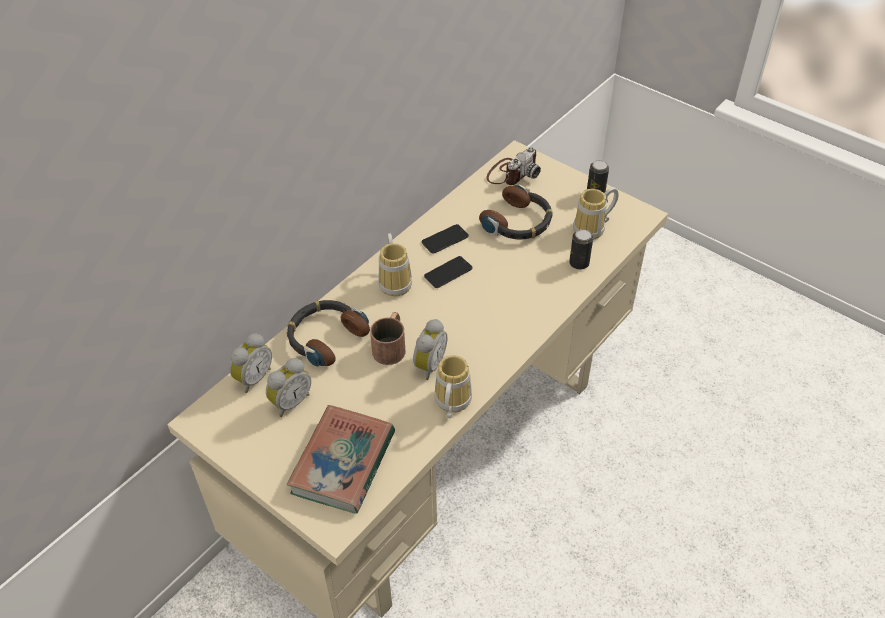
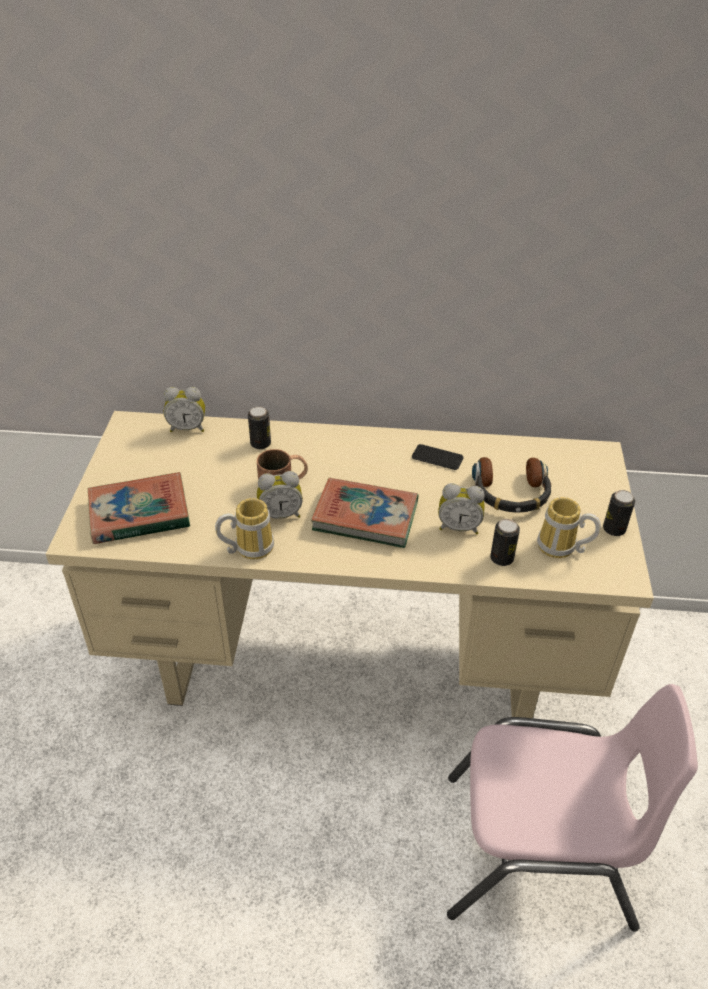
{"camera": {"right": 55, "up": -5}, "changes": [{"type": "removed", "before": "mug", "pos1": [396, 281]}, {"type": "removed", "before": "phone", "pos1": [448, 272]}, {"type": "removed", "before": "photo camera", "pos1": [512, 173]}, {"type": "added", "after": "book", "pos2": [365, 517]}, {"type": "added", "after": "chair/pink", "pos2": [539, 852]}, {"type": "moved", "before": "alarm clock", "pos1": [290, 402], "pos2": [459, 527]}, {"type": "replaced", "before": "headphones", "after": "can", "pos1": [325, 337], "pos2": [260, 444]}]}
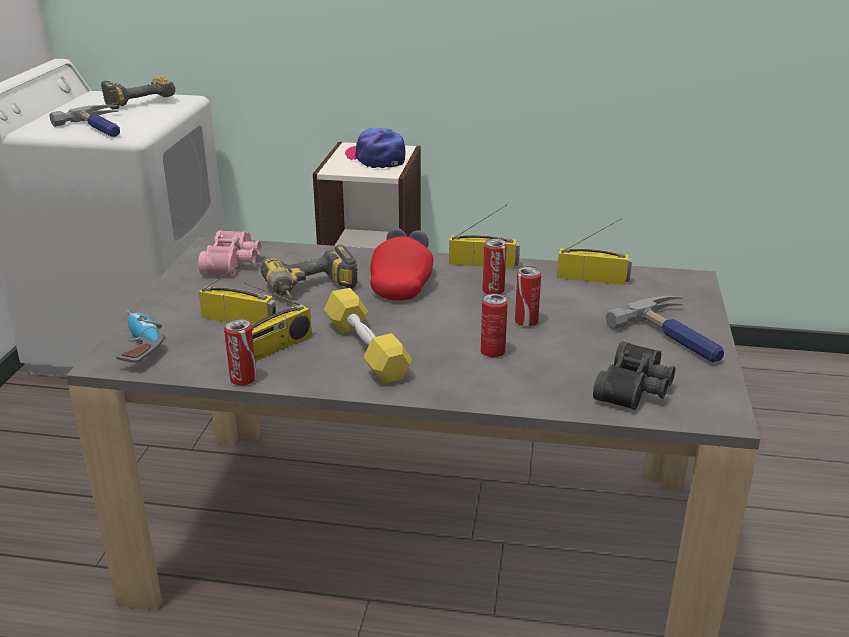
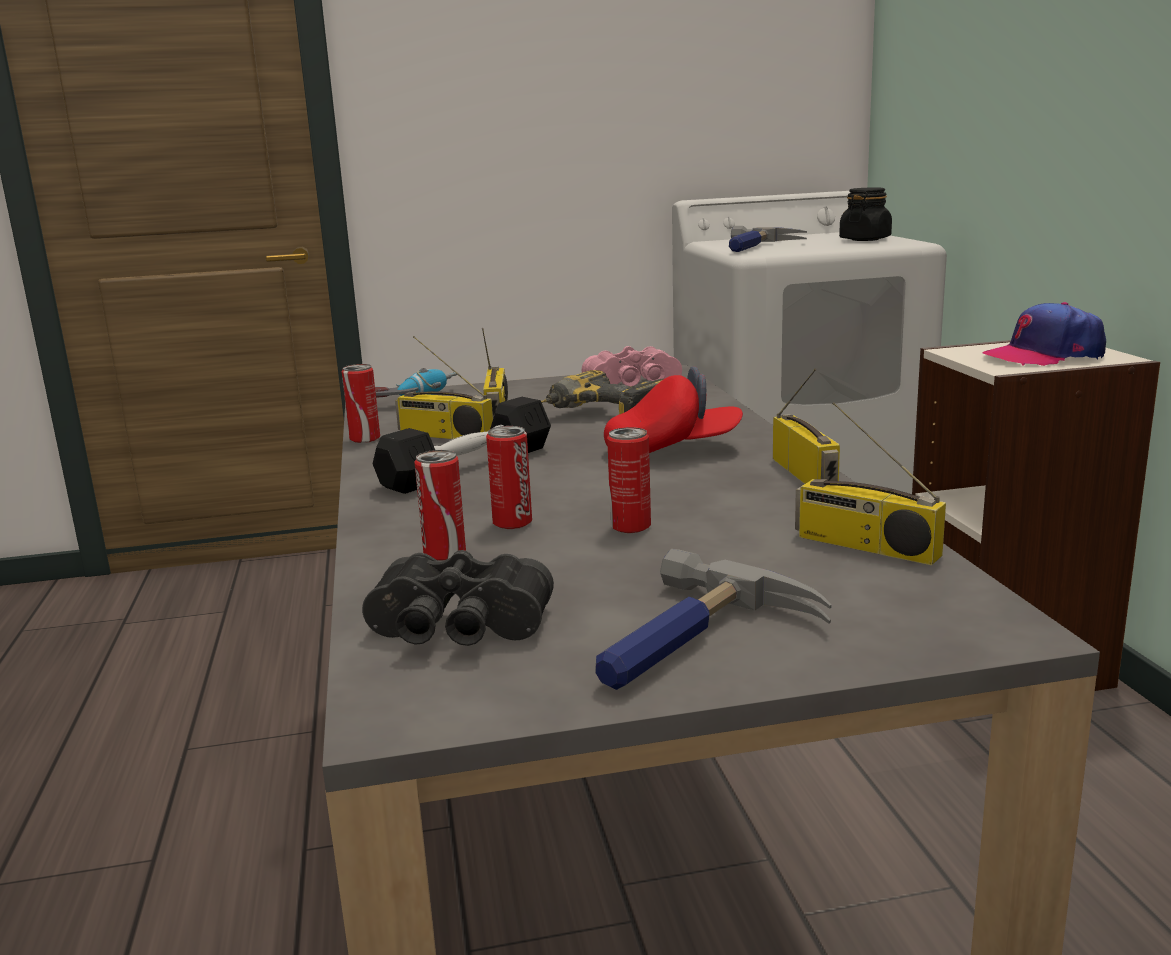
{"camera": {"right": 70, "up": -10}, "changes": [{"type": "moved", "before": "can", "pos1": [493, 291], "pos2": [445, 554]}, {"type": "replaced", "before": "power drill", "after": "jar/black", "pos1": [139, 101], "pos2": [865, 239]}, {"type": "recoloured", "before": "dumbbell/yellow", "after": "dumbbell/black", "pos1": [366, 350], "pos2": [468, 467]}, {"type": "turned", "before": "cap", "pos1": [376, 158], "pos2": [1044, 355], "turn": -135}, {"type": "turned", "before": "radio", "pos1": [593, 278], "pos2": [864, 546], "turn": 135}]}
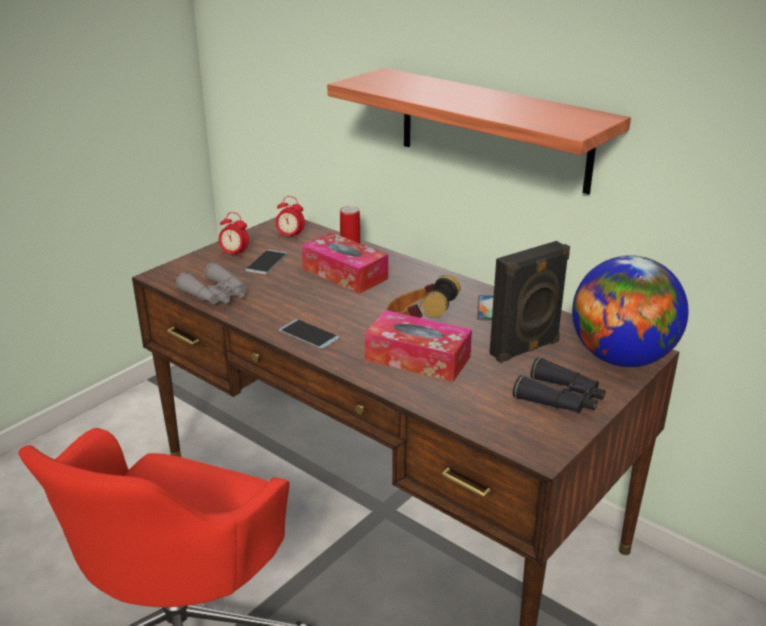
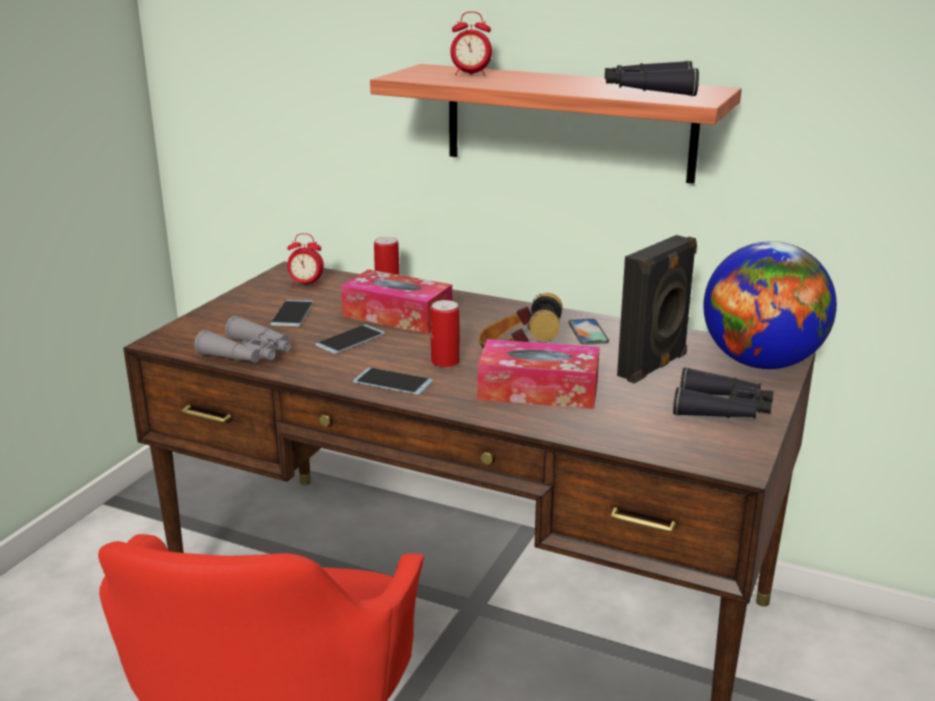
{"camera": {"right": -15, "up": -5}, "changes": [{"type": "added", "after": "phone", "pos2": [350, 340]}, {"type": "added", "after": "can", "pos2": [445, 362]}, {"type": "added", "after": "binoculars/black", "pos2": [648, 91]}, {"type": "moved", "before": "alarm clock", "pos1": [234, 254], "pos2": [470, 75]}]}
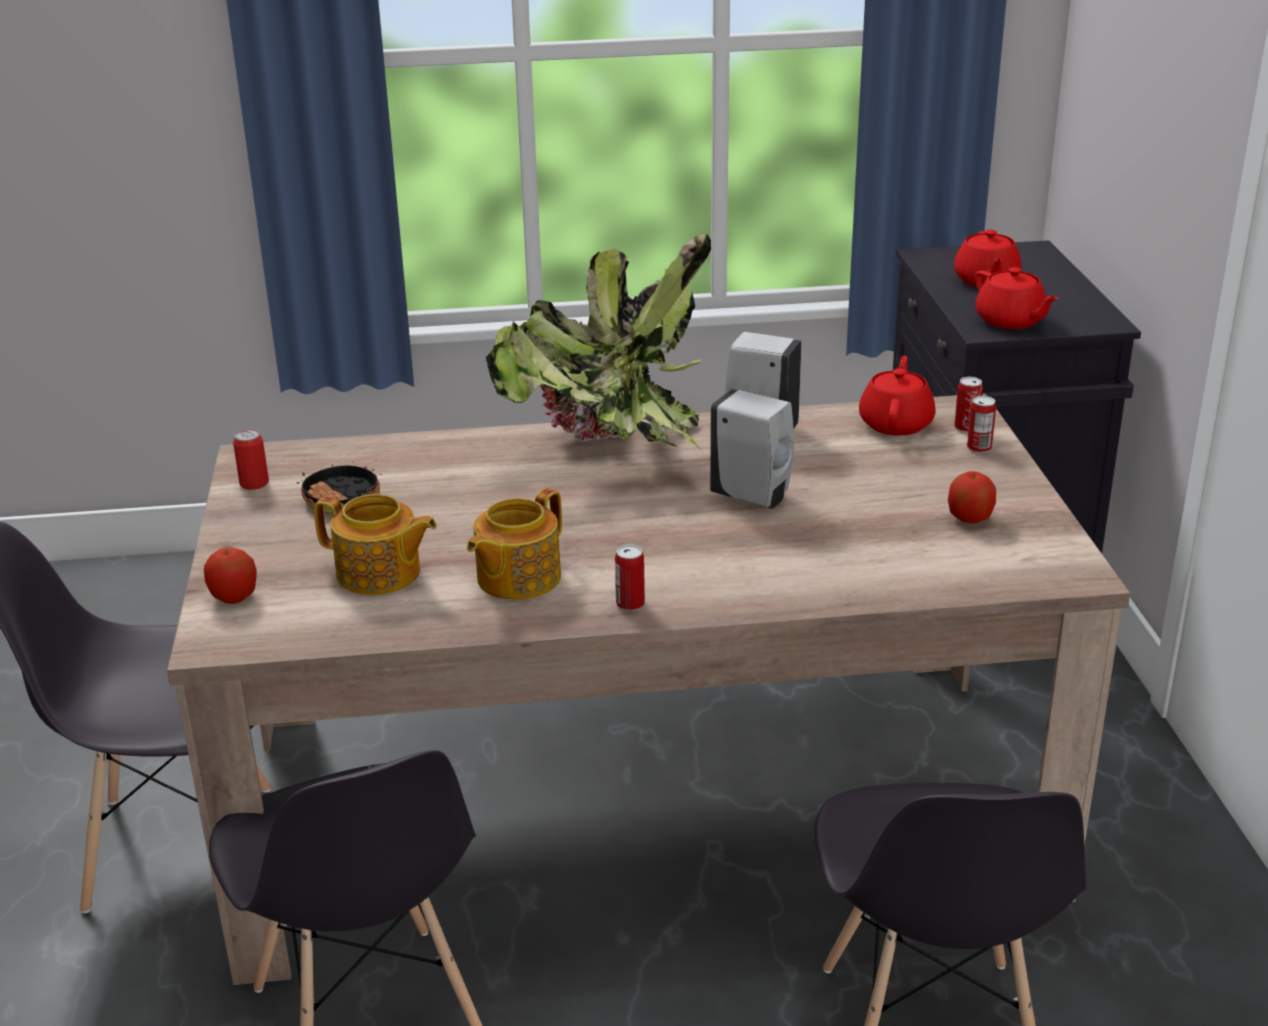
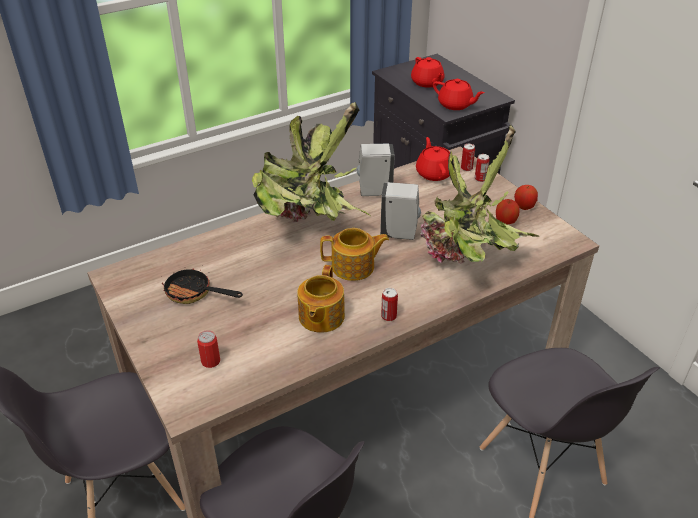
{"camera": {"right": -25, "up": 10}, "changes": [{"type": "added", "after": "potted plant", "pos2": [468, 259]}, {"type": "moved", "before": "apple", "pos1": [234, 597], "pos2": [524, 206]}, {"type": "moved", "before": "can", "pos1": [254, 483], "pos2": [211, 361]}, {"type": "moved", "before": "teapot", "pos1": [380, 574], "pos2": [354, 267]}]}
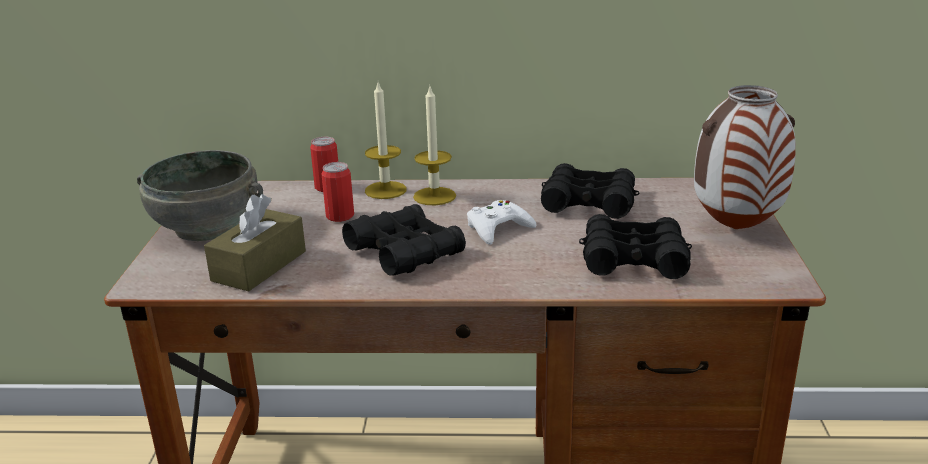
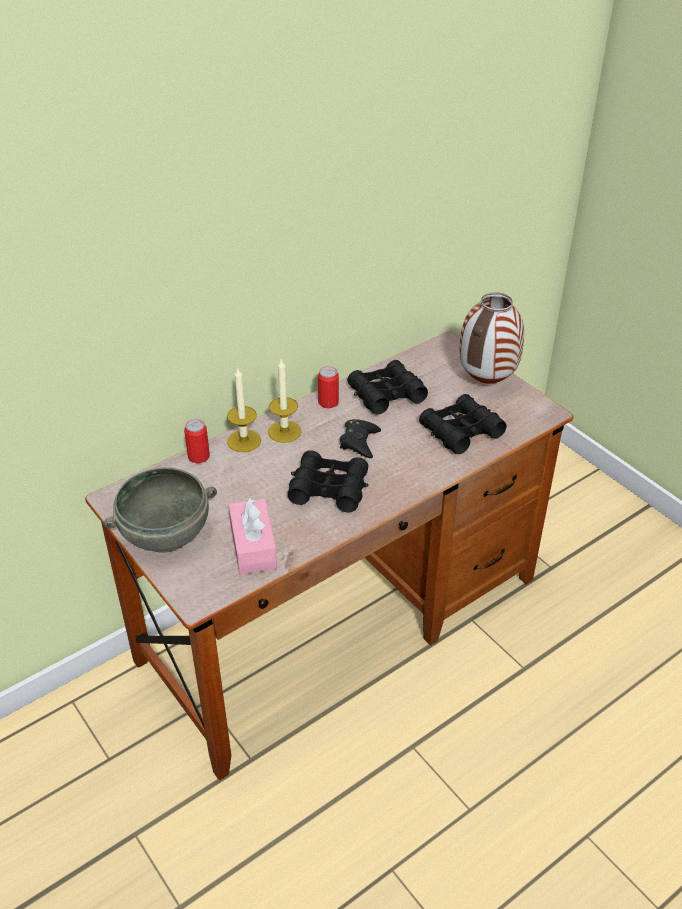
{"camera": {"right": -40, "up": 15}, "changes": [{"type": "moved", "before": "can", "pos1": [340, 216], "pos2": [328, 402]}, {"type": "recoloured", "before": "tissue box/brown", "after": "tissue box/pink", "pos1": [259, 266], "pos2": [253, 546]}, {"type": "recoloured", "before": "game controller/white", "after": "game controller/black", "pos1": [498, 228], "pos2": [359, 442]}]}
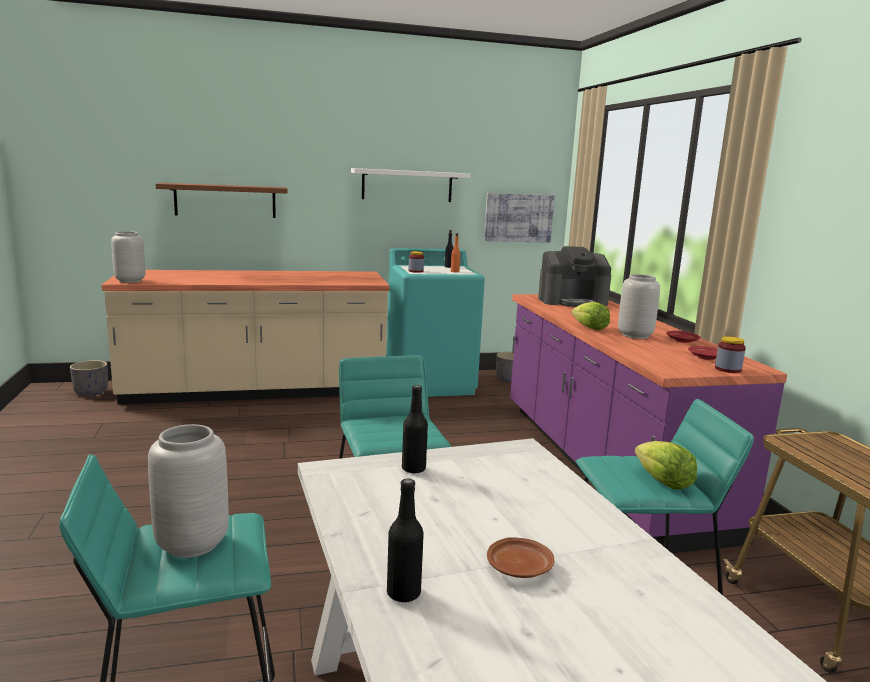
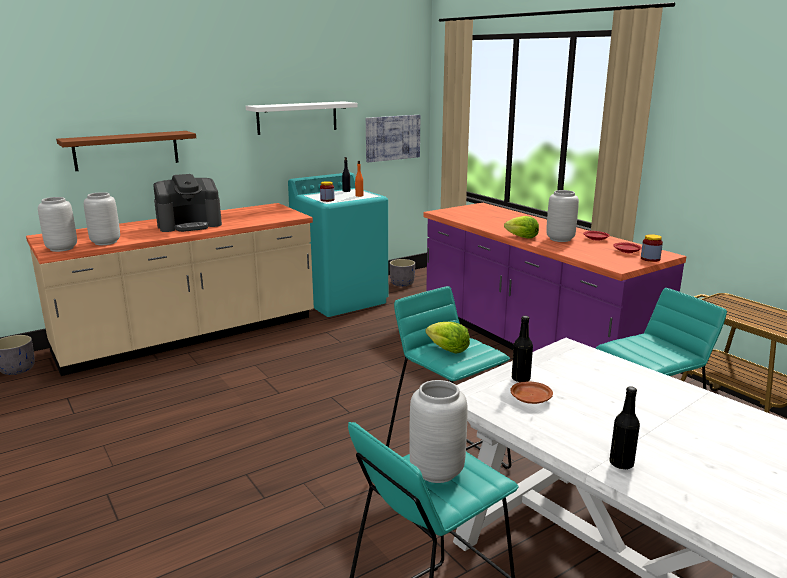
{"camera": {"right": -20, "up": 5}, "changes": [{"type": "added", "after": "vase/grey", "pos2": [105, 242]}, {"type": "moved", "before": "plate/brown", "pos1": [519, 568], "pos2": [531, 399]}, {"type": "moved", "before": "coffee machine", "pos1": [572, 301], "pos2": [190, 225]}, {"type": "moved", "before": "lettuce", "pos1": [662, 482], "pos2": [447, 349]}]}
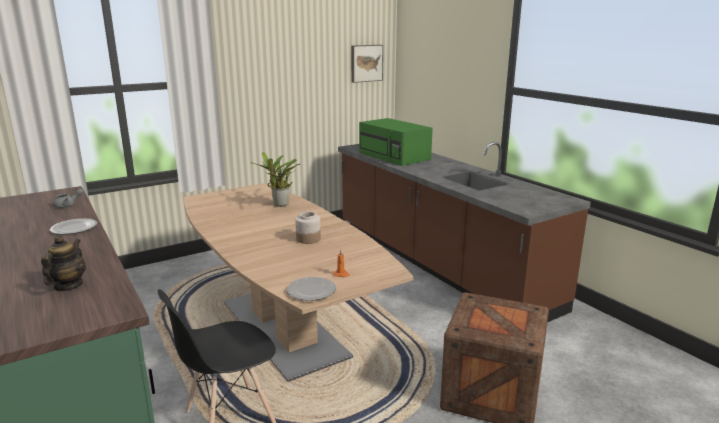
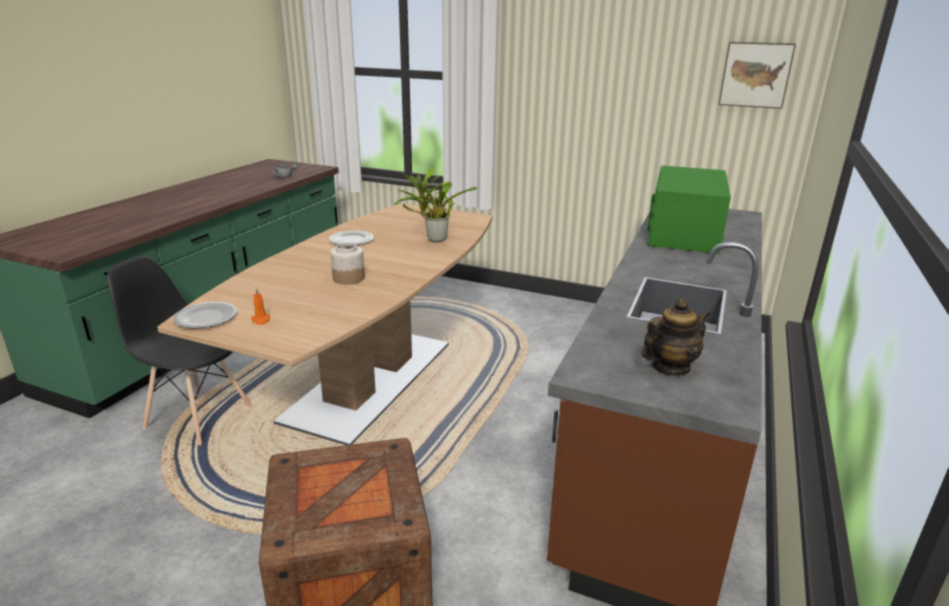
{"camera": {"right": 55, "up": 5}, "changes": [{"type": "moved", "before": "teapot", "pos1": [67, 286], "pos2": [670, 367]}, {"type": "moved", "before": "plate", "pos1": [73, 228], "pos2": [351, 240]}]}
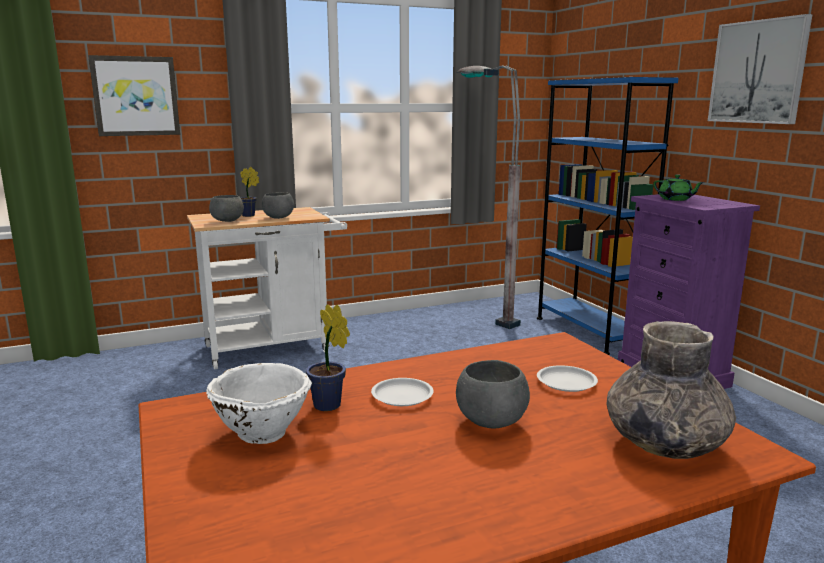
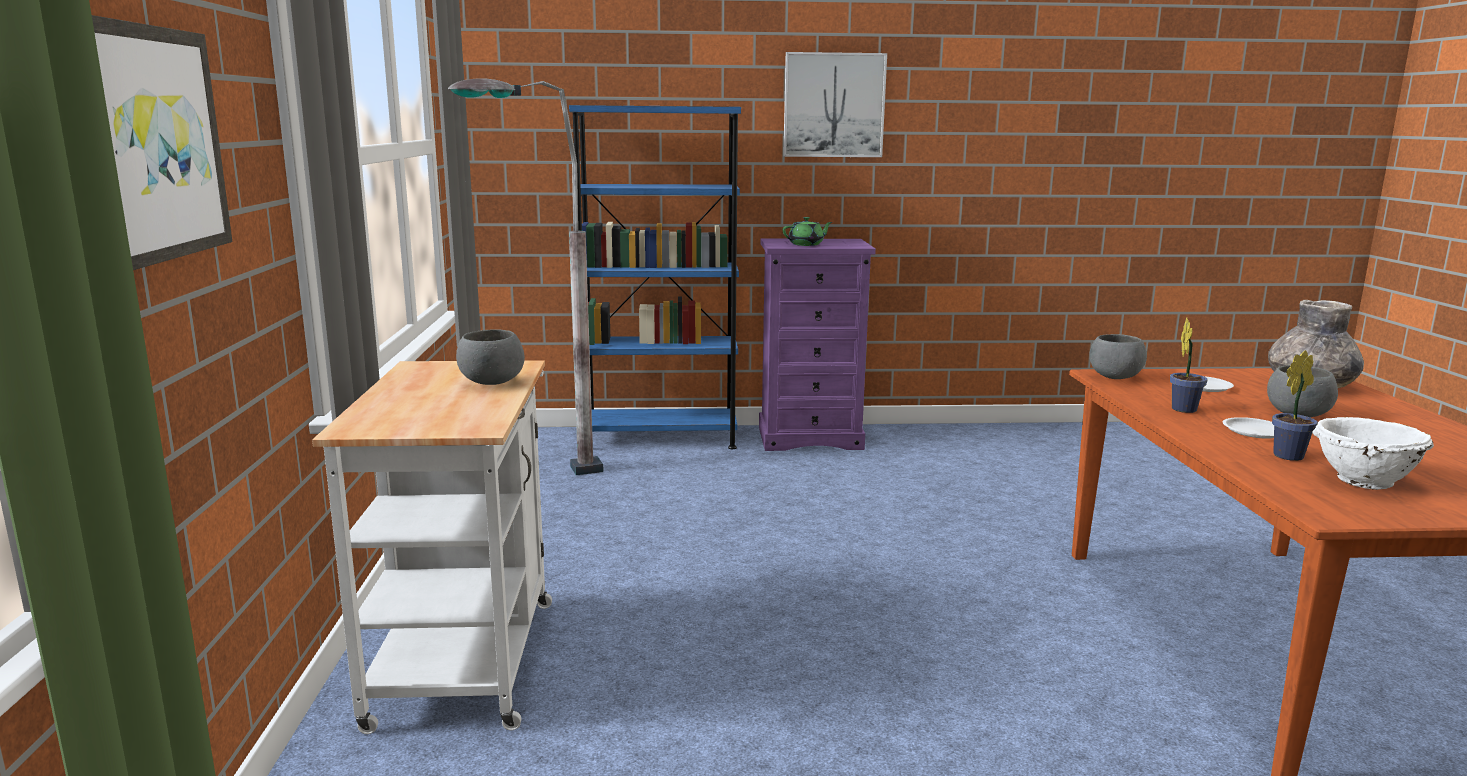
{"camera": {"right": -70, "up": 0}, "changes": [{"type": "moved", "before": "bowl/grey", "pos1": [228, 221], "pos2": [1115, 377]}, {"type": "moved", "before": "potted plant", "pos1": [250, 215], "pos2": [1183, 408]}]}
